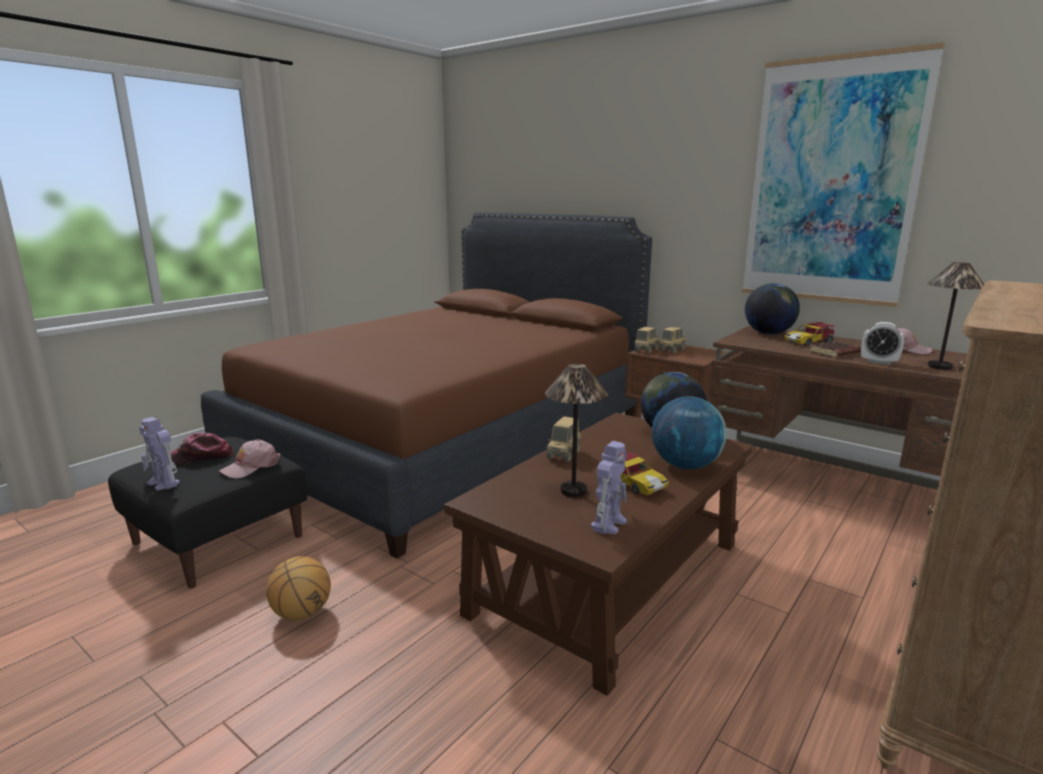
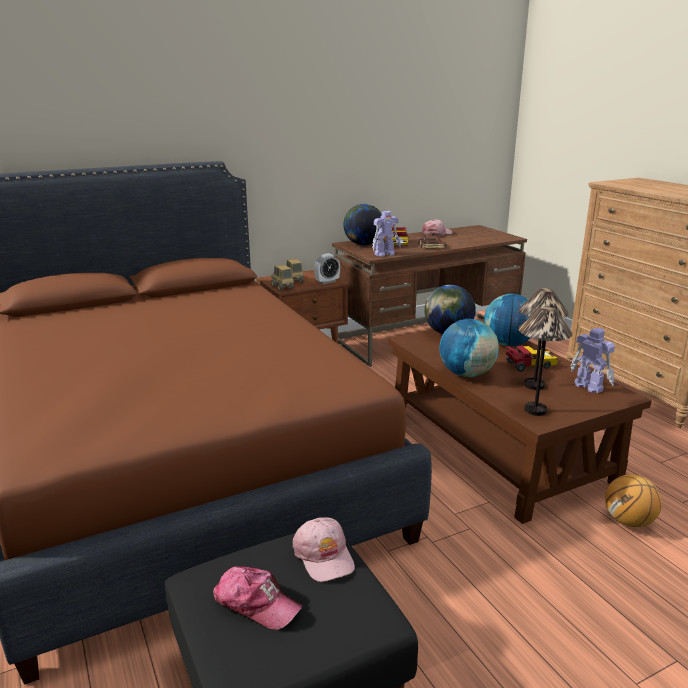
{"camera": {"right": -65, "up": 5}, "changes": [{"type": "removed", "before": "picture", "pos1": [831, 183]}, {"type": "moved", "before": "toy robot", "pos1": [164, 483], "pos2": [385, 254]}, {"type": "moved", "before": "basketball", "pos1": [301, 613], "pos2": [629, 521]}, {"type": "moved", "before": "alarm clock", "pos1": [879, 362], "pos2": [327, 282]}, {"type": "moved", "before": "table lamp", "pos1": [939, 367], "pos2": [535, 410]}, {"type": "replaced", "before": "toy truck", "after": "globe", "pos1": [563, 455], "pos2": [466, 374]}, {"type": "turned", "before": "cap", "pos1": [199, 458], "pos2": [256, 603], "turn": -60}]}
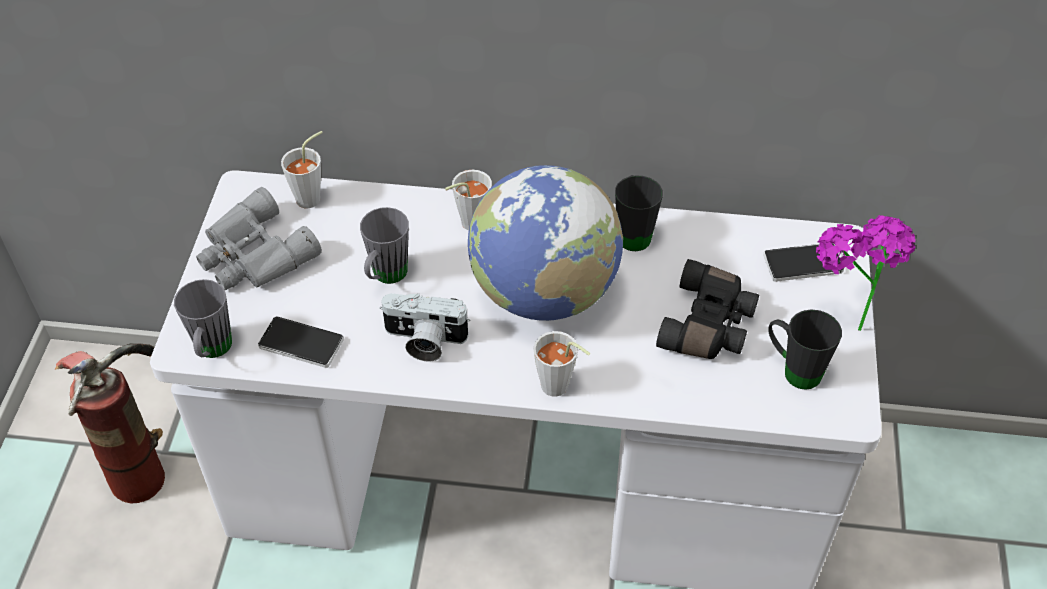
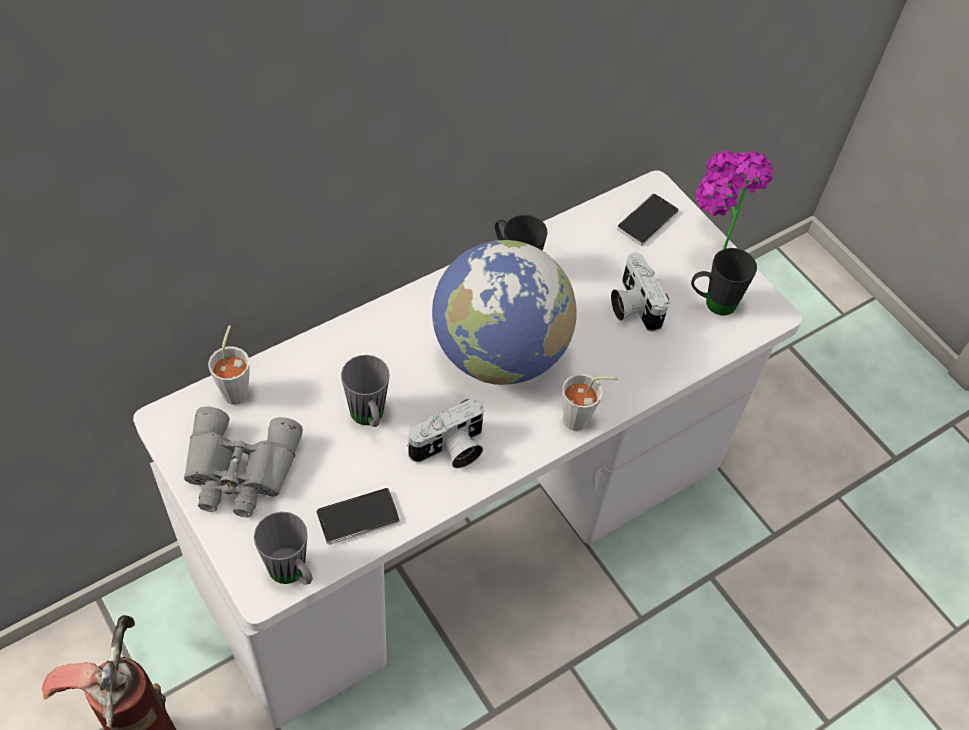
{"camera": {"right": -45, "up": 5}, "changes": [{"type": "removed", "before": "cup/grey", "pos1": [468, 224]}, {"type": "replaced", "before": "binoculars/black", "after": "photo camera", "pos1": [709, 325], "pos2": [632, 305]}]}
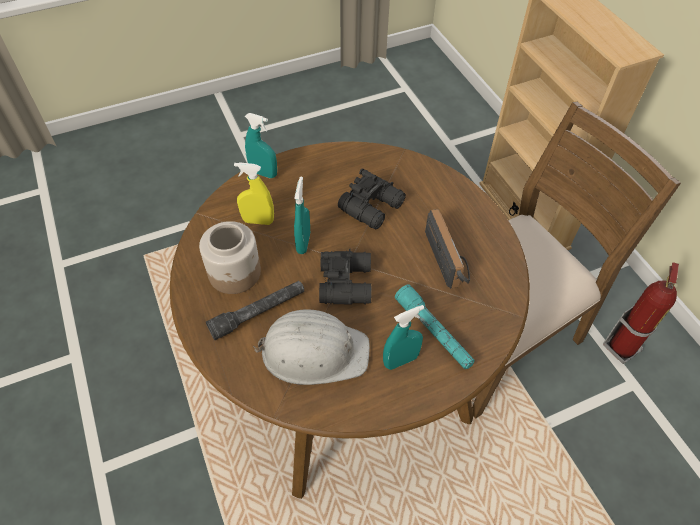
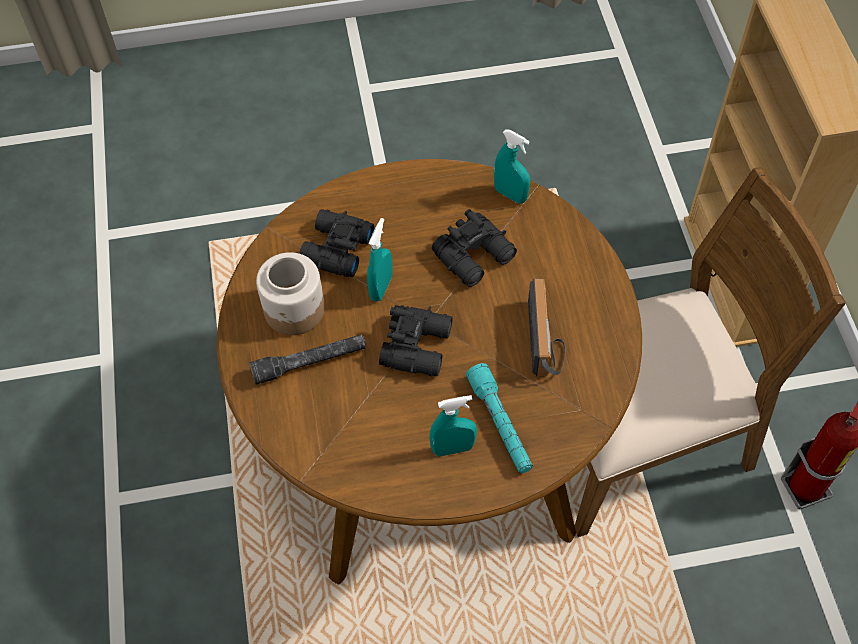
{"camera": {"right": 15, "up": 5}, "changes": [{"type": "removed", "before": "hard hat/white", "pos1": [314, 351]}, {"type": "moved", "before": "spray bottle/turquoise", "pos1": [263, 173], "pos2": [510, 195]}, {"type": "replaced", "before": "spray bottle/yellow", "after": "binoculars/black", "pos1": [258, 221], "pos2": [335, 250]}]}
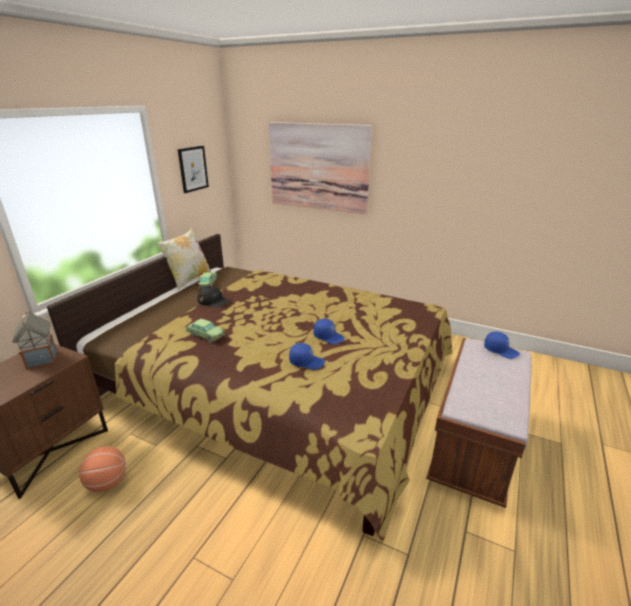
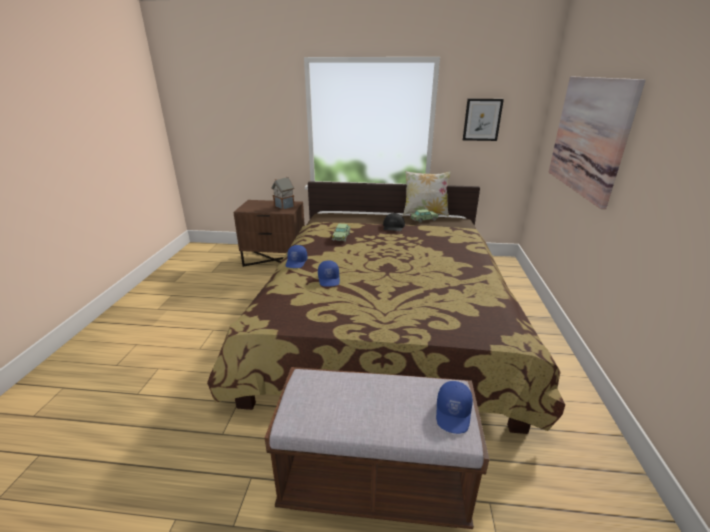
{"camera": {"right": 70, "up": 0}, "changes": [{"type": "removed", "before": "basketball", "pos1": [107, 483]}, {"type": "moved", "before": "cap/blue", "pos1": [329, 337], "pos2": [296, 262]}]}
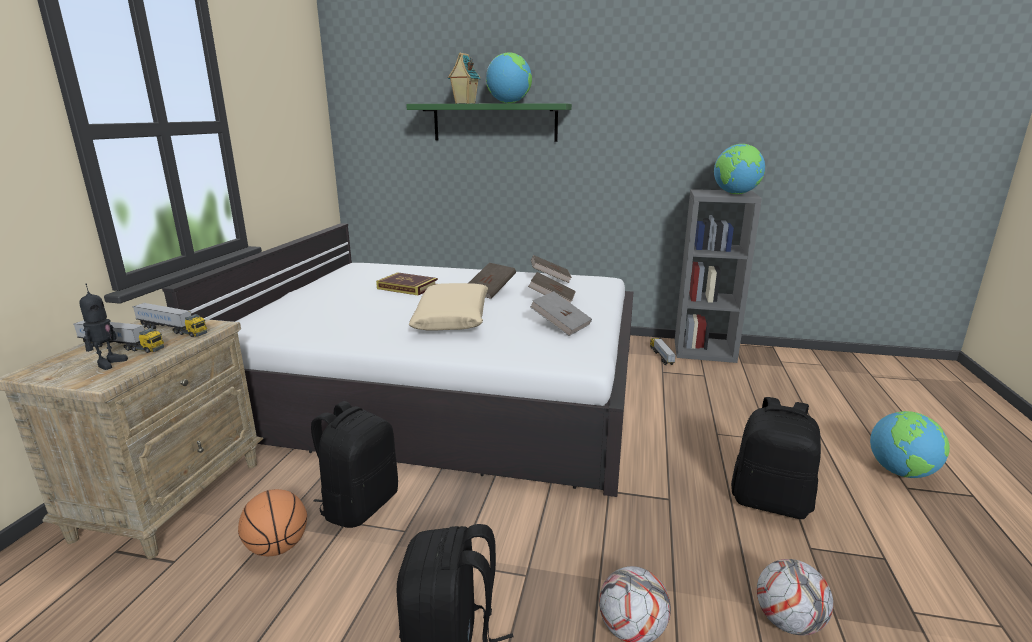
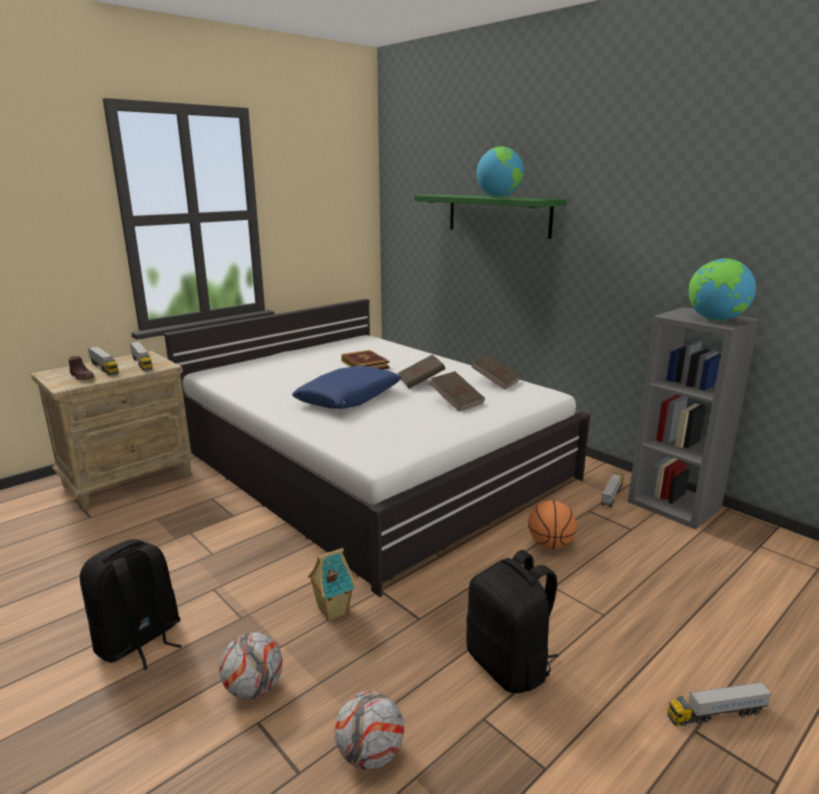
{"camera": {"right": 35, "up": 0}, "changes": [{"type": "removed", "before": "backpack/black", "pos1": [359, 505]}, {"type": "removed", "before": "book/grey", "pos1": [561, 325]}, {"type": "moved", "before": "basketball", "pos1": [278, 547], "pos2": [550, 544]}, {"type": "moved", "before": "toy house", "pos1": [464, 103], "pos2": [332, 611]}, {"type": "replaced", "before": "toy robot", "after": "shoe/brown", "pos1": [109, 363], "pos2": [82, 377]}, {"type": "replaced", "before": "globe", "after": "toy truck", "pos1": [901, 472], "pos2": [716, 714]}, {"type": "recoloured", "before": "pillow/beige", "after": "pillow/blue", "pos1": [452, 318], "pos2": [349, 398]}]}
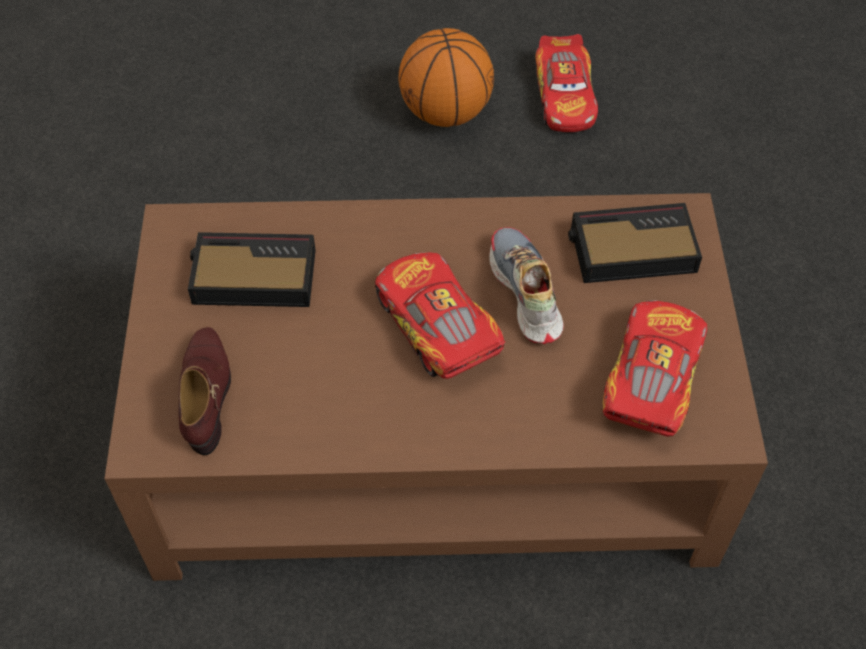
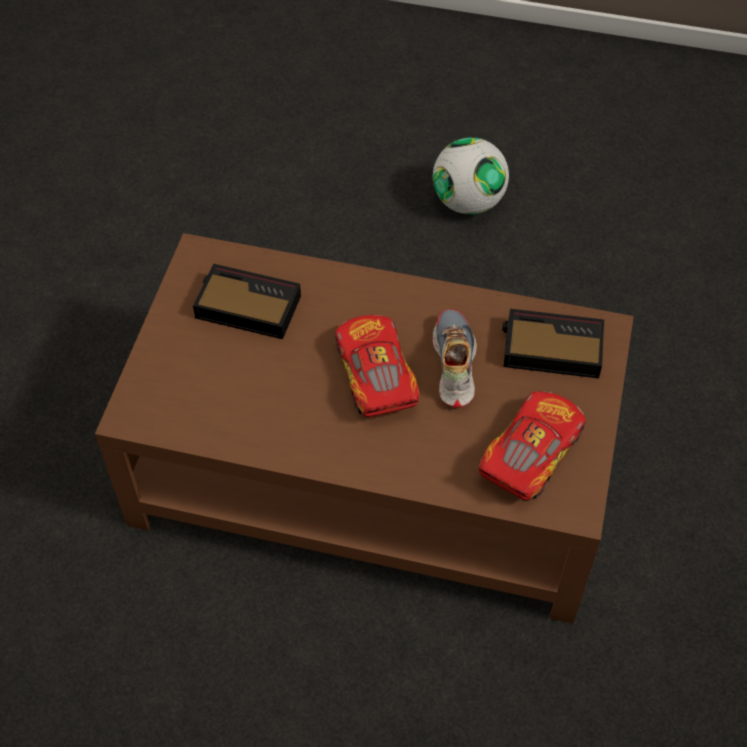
{"camera": {"right": 15, "up": 0}, "changes": [{"type": "removed", "before": "shoe/brown", "pos1": [207, 394]}, {"type": "removed", "before": "toy car", "pos1": [565, 97]}, {"type": "replaced", "before": "basketball", "after": "football", "pos1": [446, 113], "pos2": [468, 202]}]}
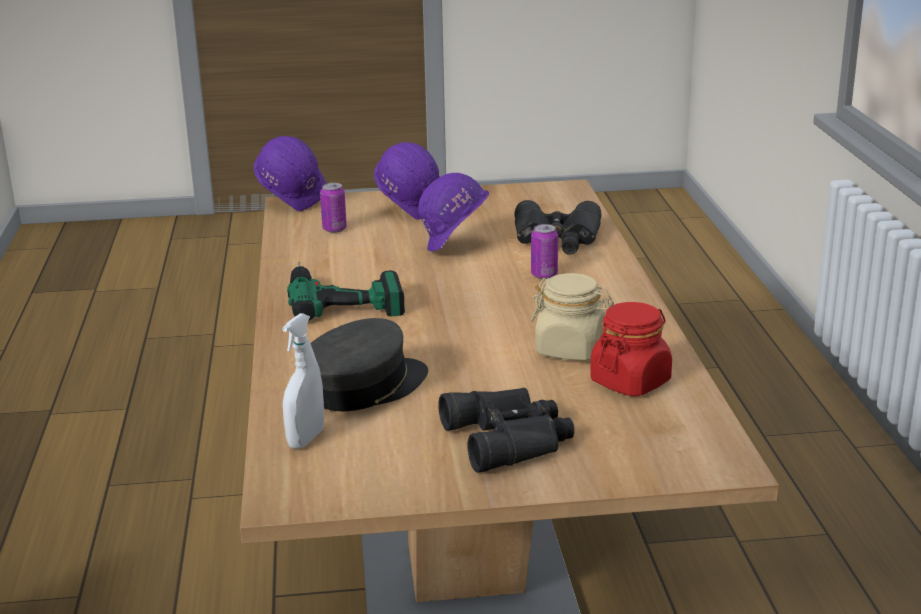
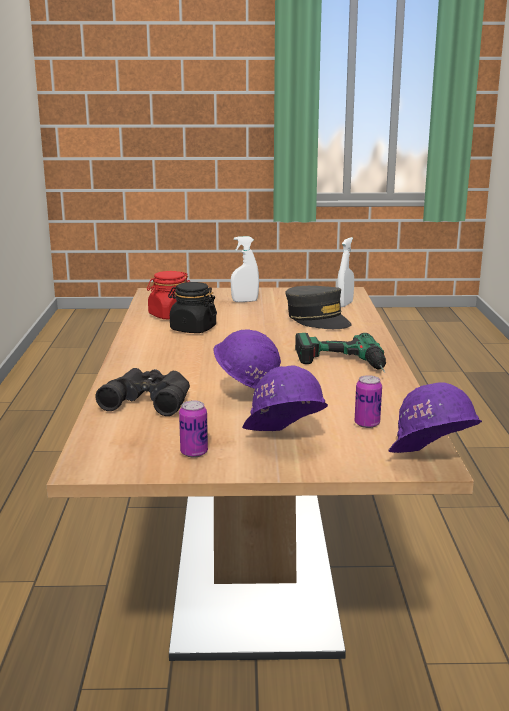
{"camera": {"right": -175, "up": -5}, "changes": [{"type": "moved", "before": "can", "pos1": [544, 275], "pos2": [194, 452]}, {"type": "replaced", "before": "binoculars/black", "after": "spray bottle/white", "pos1": [511, 438], "pos2": [244, 301]}, {"type": "recoloured", "before": "jar/beige", "after": "jar/black", "pos1": [571, 349], "pos2": [193, 329]}, {"type": "turned", "before": "cap/grey", "pos1": [365, 387], "pos2": [317, 319], "turn": -90}]}
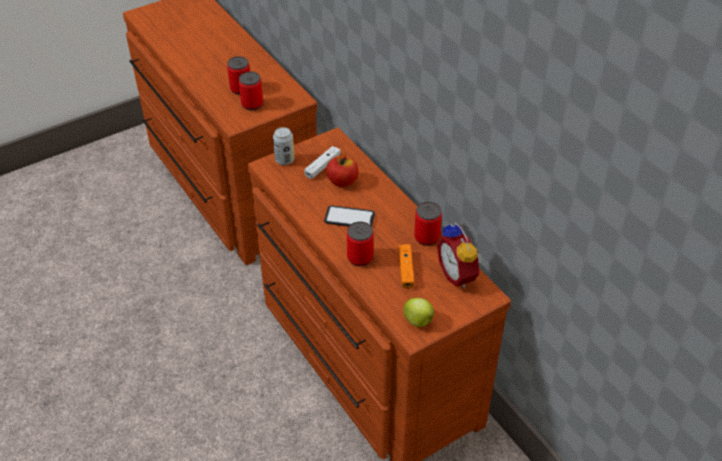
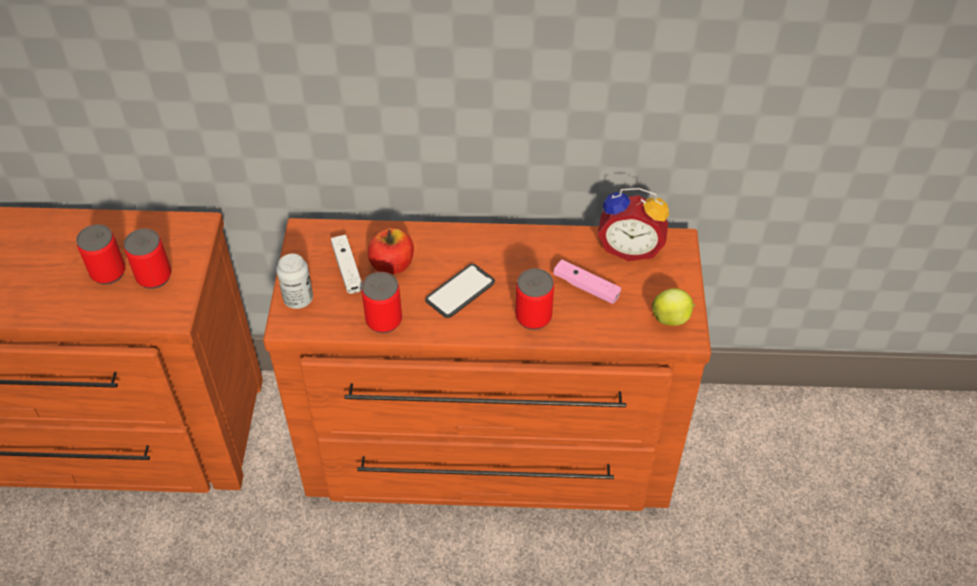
{"camera": {"right": -55, "up": 5}, "changes": [{"type": "moved", "before": "can", "pos1": [426, 237], "pos2": [384, 320]}, {"type": "recoloured", "before": "game controller/orange", "after": "game controller/pink", "pos1": [406, 270], "pos2": [586, 287]}]}
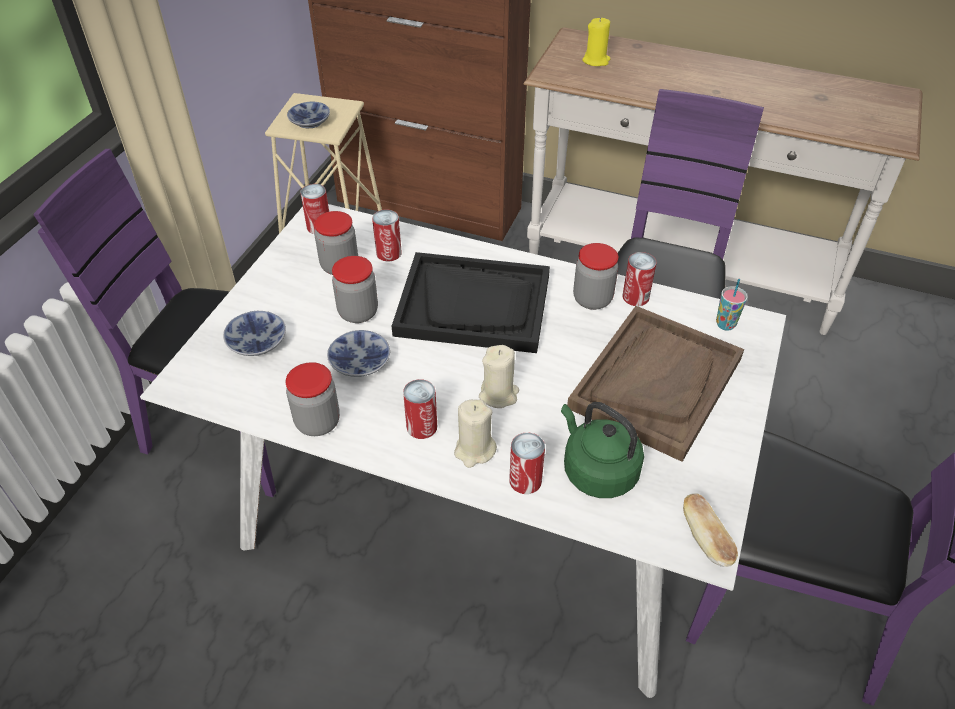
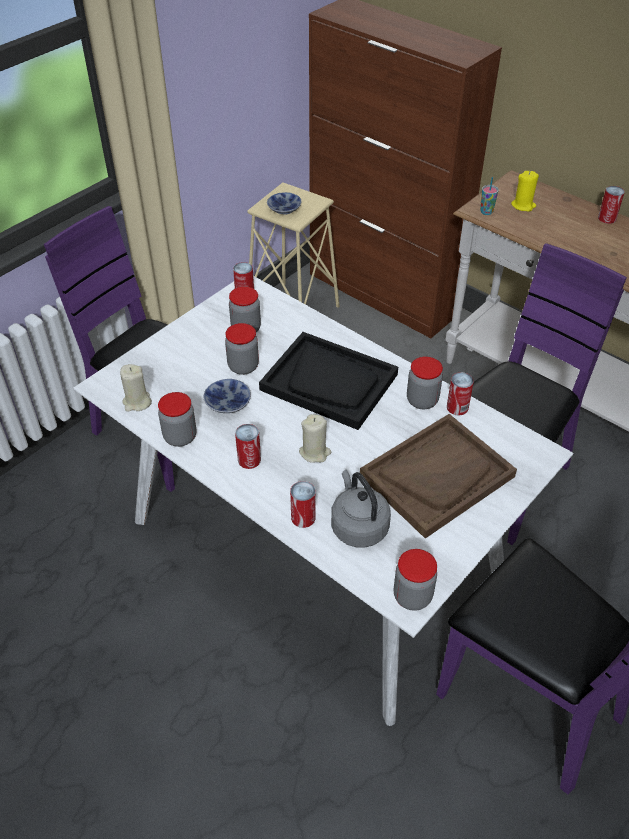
{"camera": {"right": 20, "up": 0}, "changes": [{"type": "removed", "before": "bowl", "pos1": [255, 342]}, {"type": "moved", "before": "can", "pos1": [388, 253], "pos2": [607, 218]}, {"type": "moved", "before": "candle/beige", "pos1": [474, 450], "pos2": [137, 402]}, {"type": "moved", "before": "cup", "pos1": [725, 324], "pos2": [486, 212]}, {"type": "replaced", "before": "bread", "after": "jar", "pos1": [706, 538], "pos2": [412, 596]}, {"type": "recoloured", "before": "kettle/green", "after": "kettle/grey", "pos1": [597, 470], "pos2": [358, 526]}]}
